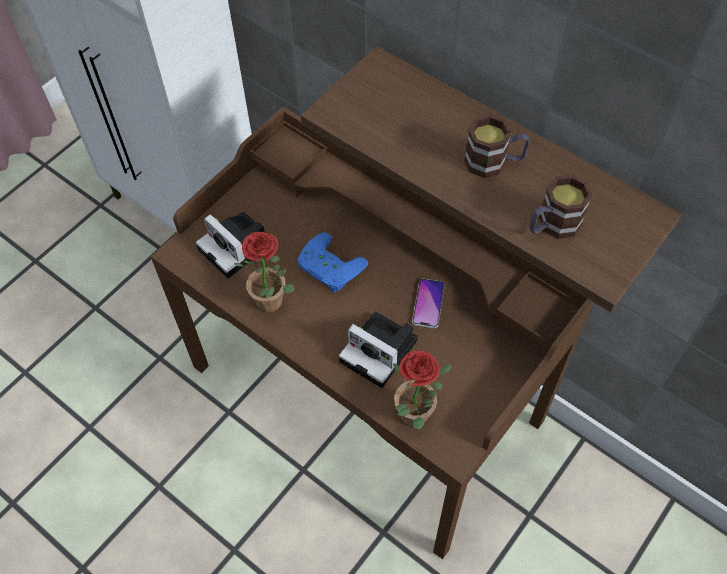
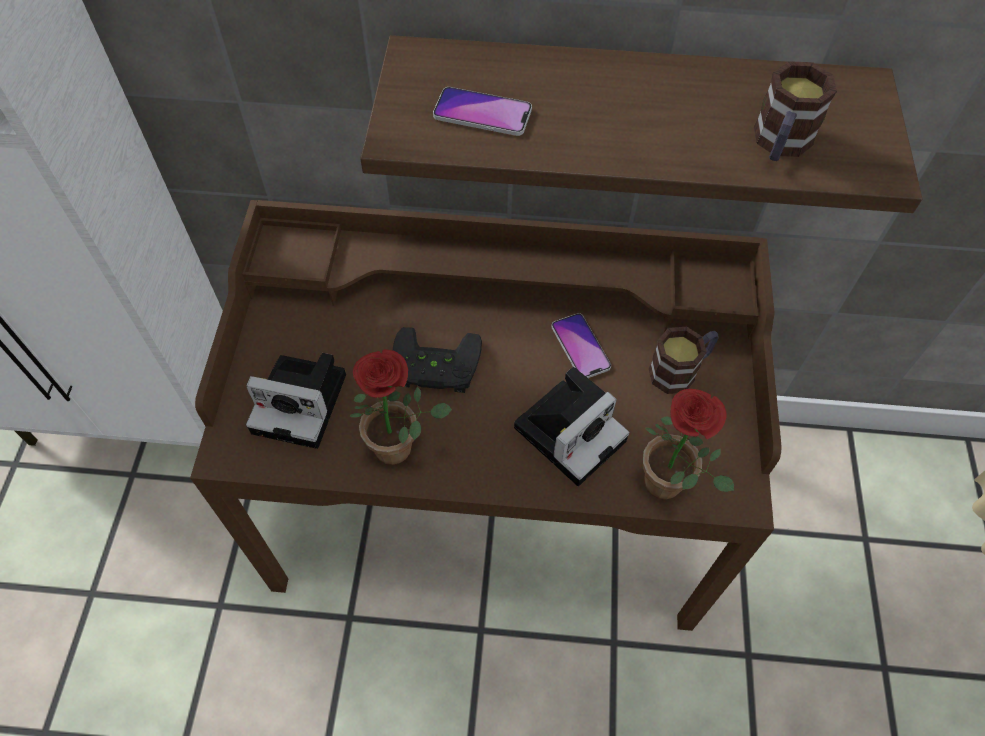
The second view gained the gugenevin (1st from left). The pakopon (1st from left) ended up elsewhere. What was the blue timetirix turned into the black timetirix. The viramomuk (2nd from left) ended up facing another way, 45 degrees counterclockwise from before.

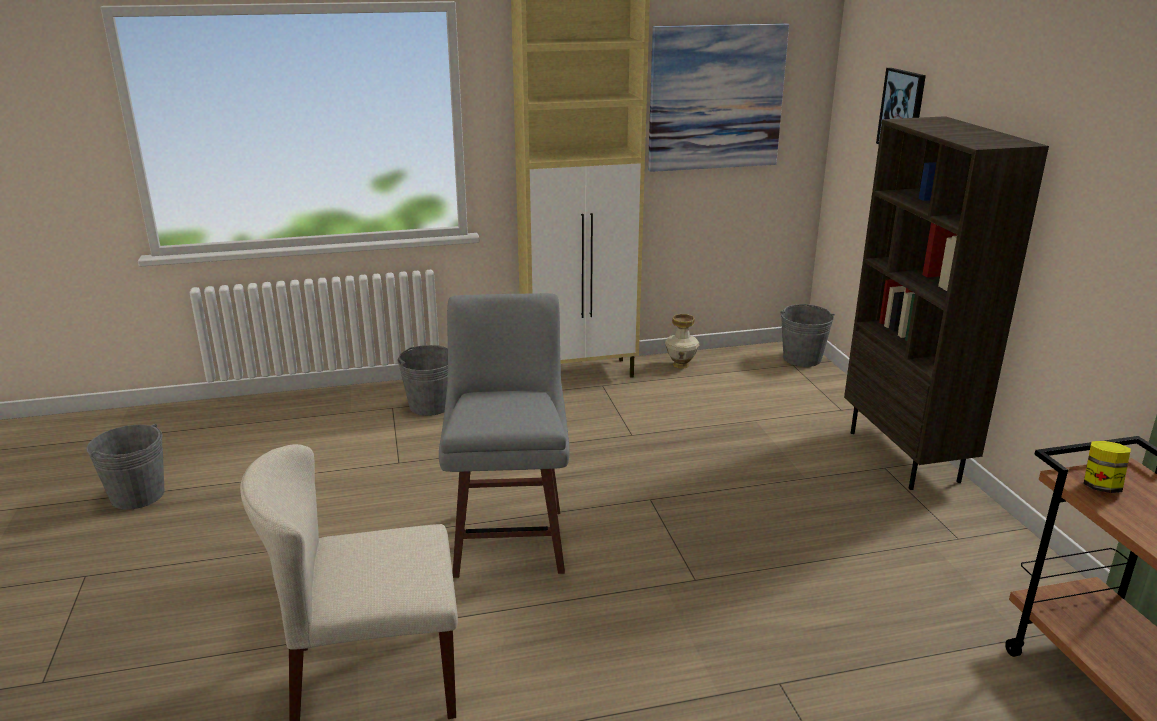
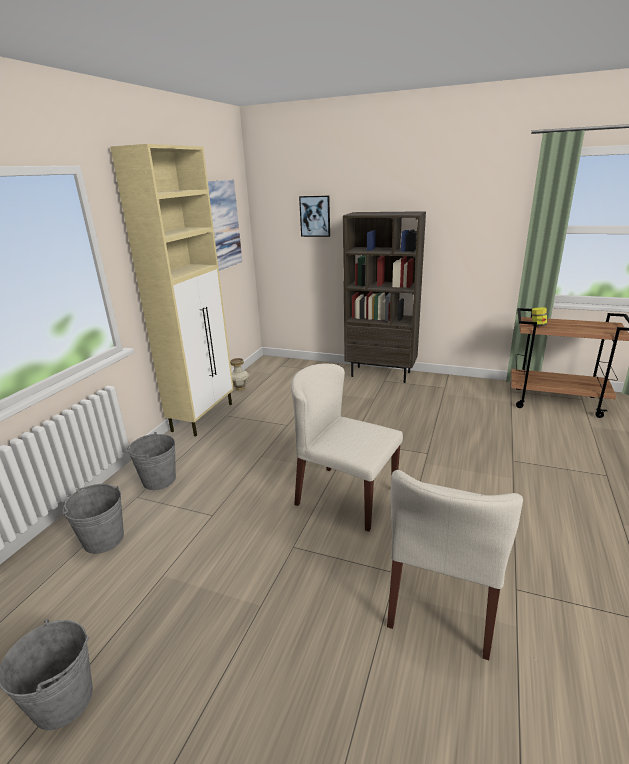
The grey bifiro (3rd from left in the first image) ended up elsewhere. Where the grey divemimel stood, the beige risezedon (1st from left) came to stand.

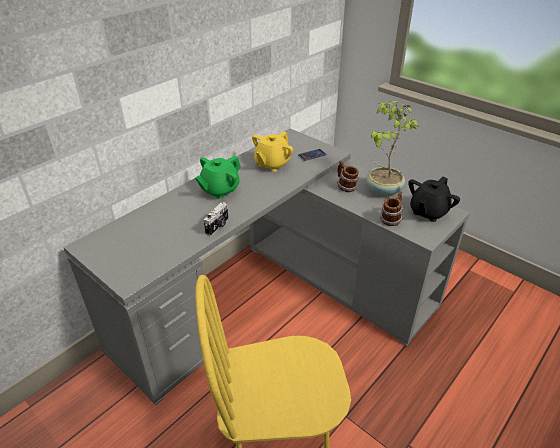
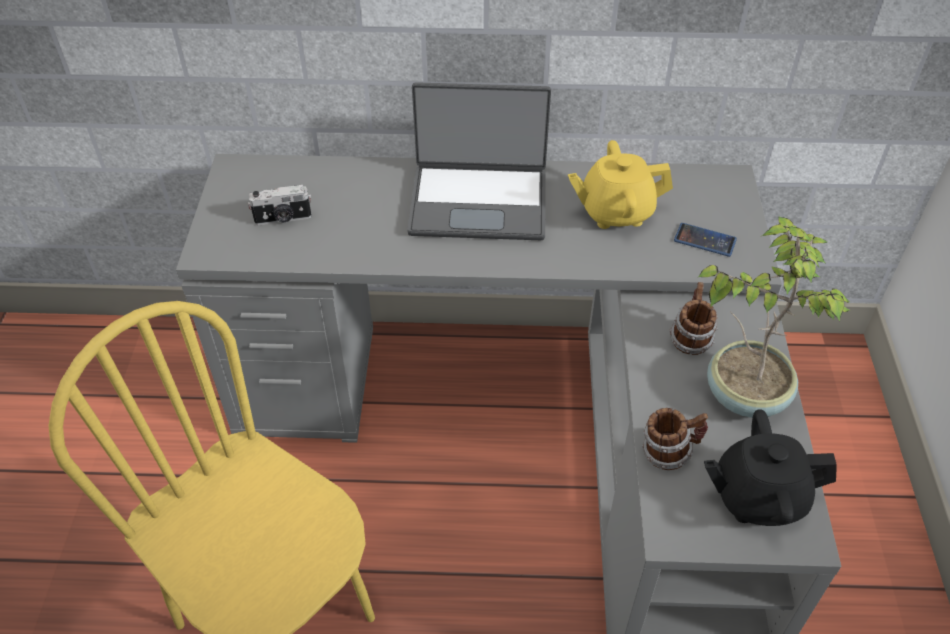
The viramomuk ended up elsewhere. Where the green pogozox stood, the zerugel came to stand.

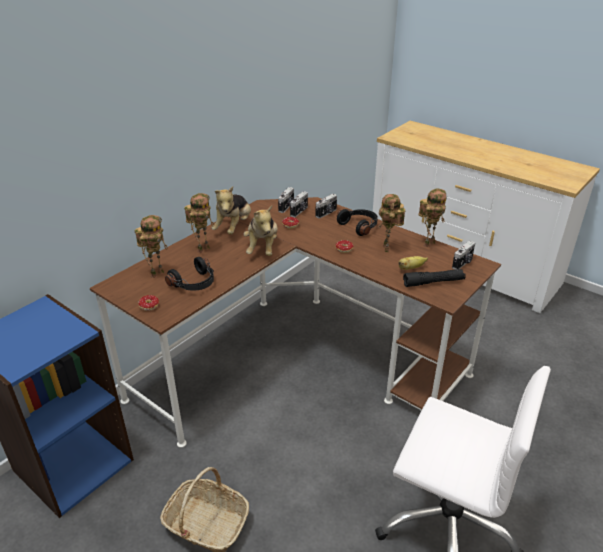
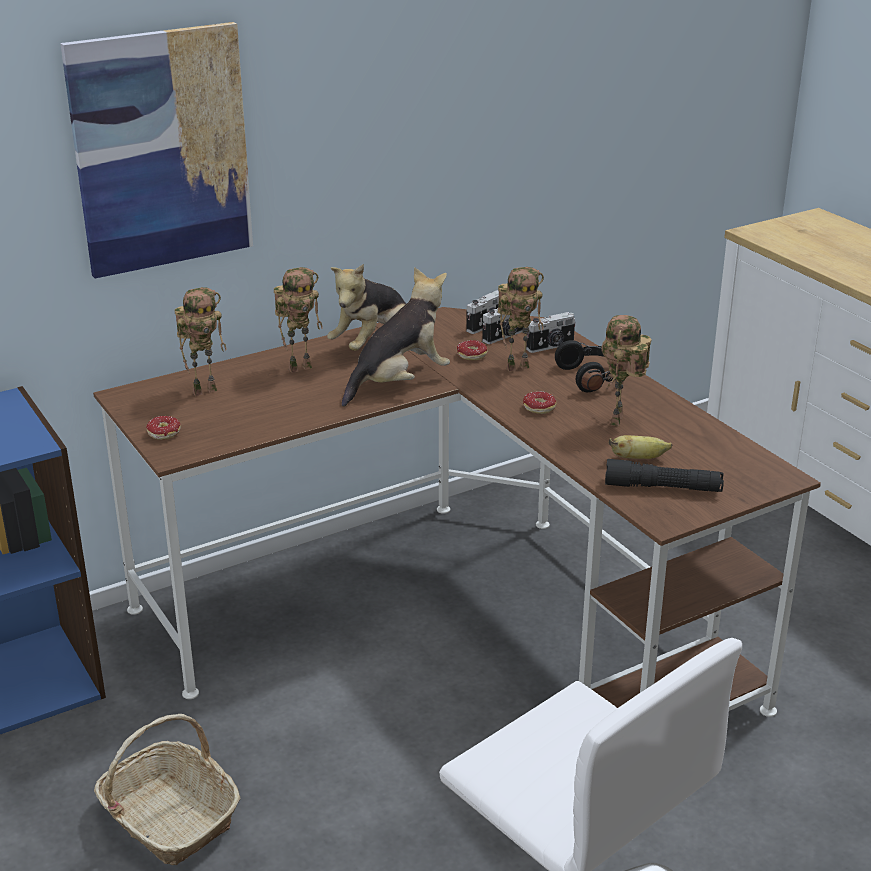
The second view lost the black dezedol (1st from left). The second view lost the viramomuk (4th from left). The second view gained the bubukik. The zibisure (4th from left in the first image) ended up elsewhere. The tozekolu (2nd from left) ended up facing another way, 150 degrees counterclockwise from before.

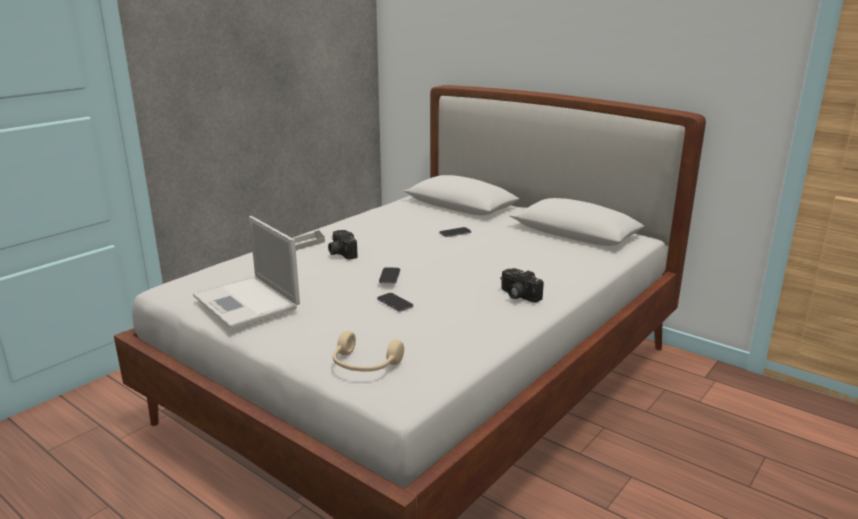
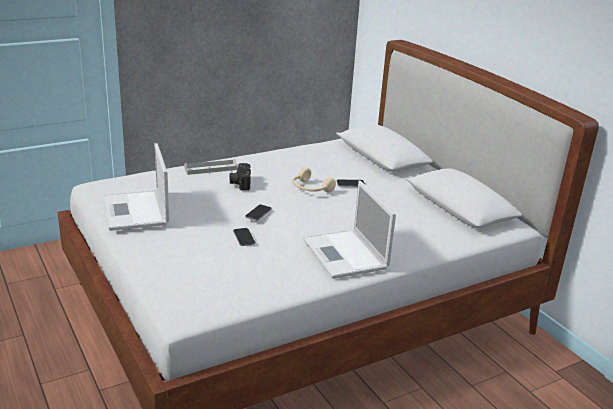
The beige dezedol ended up elsewhere. Where the viramomuk (2nd from left) stood, the zerugel (2nd from left) came to stand.

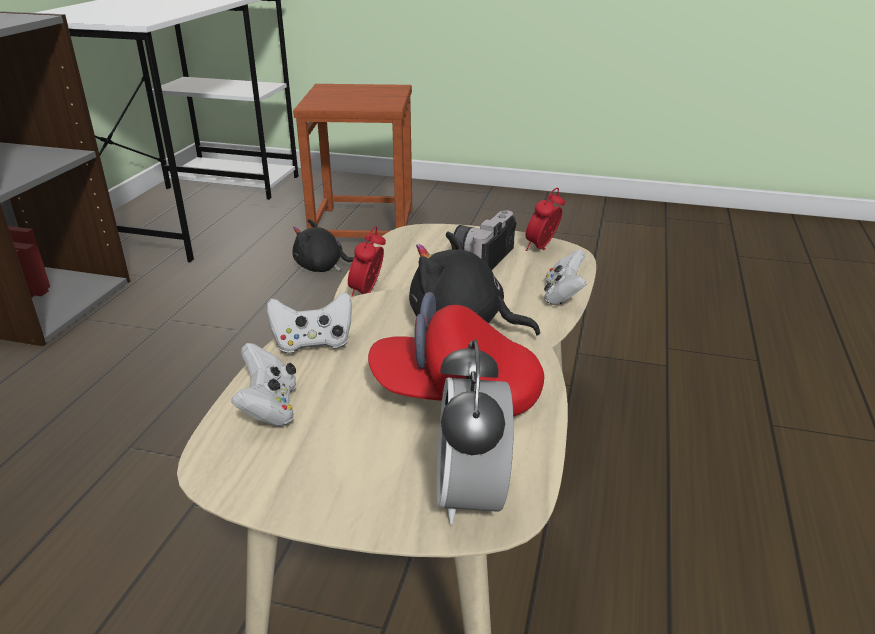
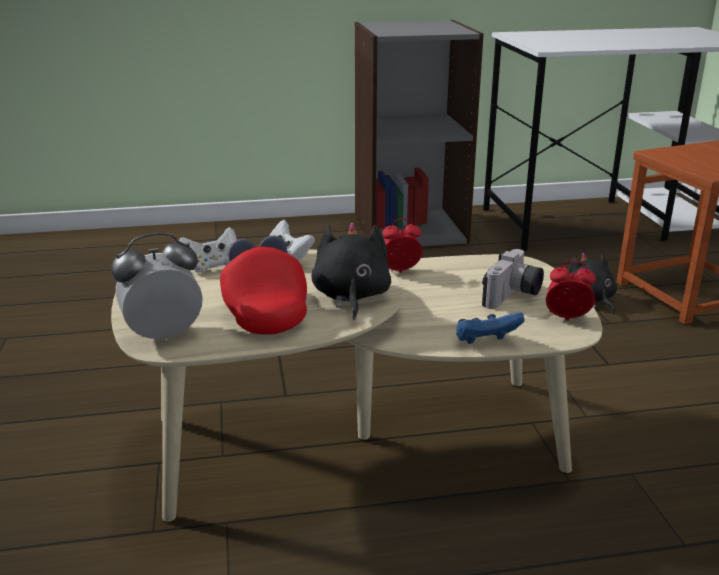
What was the white timetirix (3rd from left) turned into the blue timetirix. The viramomuk ended up facing another way, 120 degrees clockwise from before.

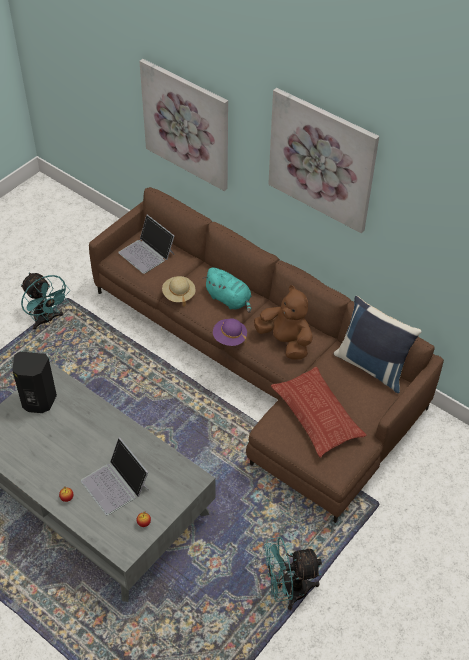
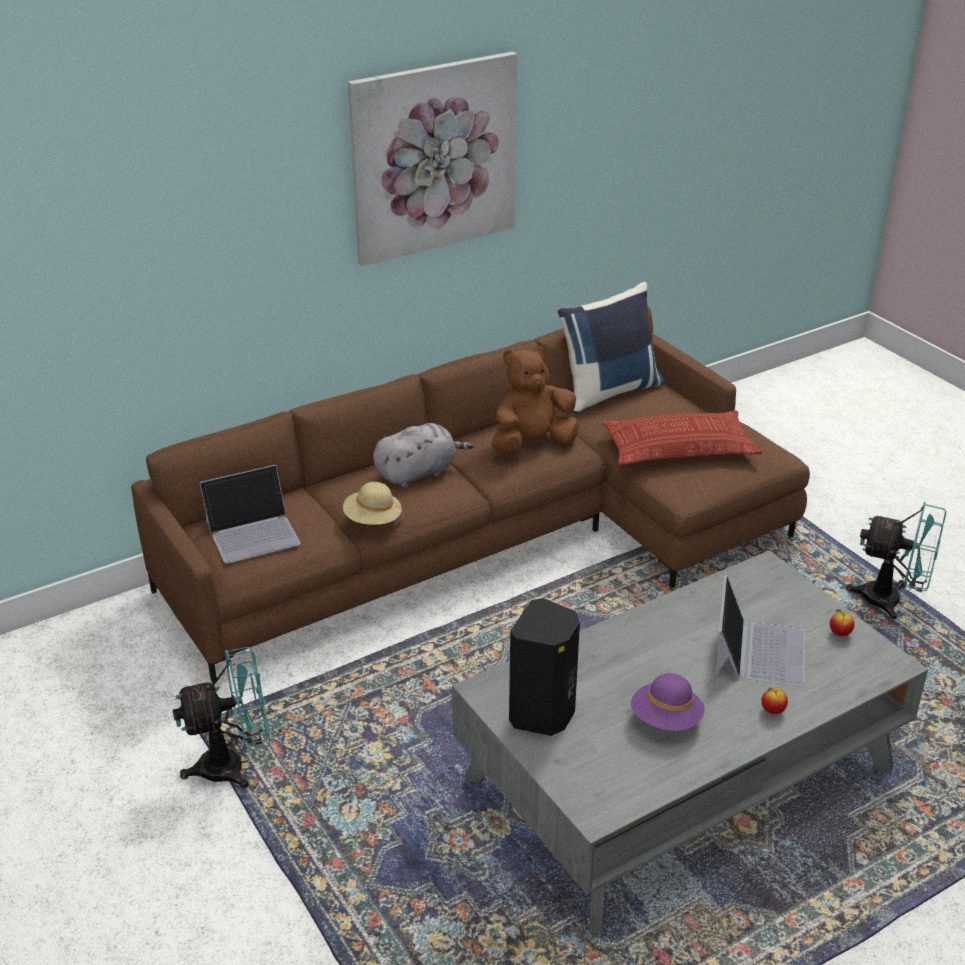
The second view lost the bubukik (1st from left). The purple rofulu ended up elsewhere. What was the turquoise tozekolu turned into the grey tozekolu. The zerugel (1st from left in the first image) ended up facing another way, 60 degrees counterclockwise from before. The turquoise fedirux (2nd from left) ended up facing another way, 75 degrees counterclockwise from before.

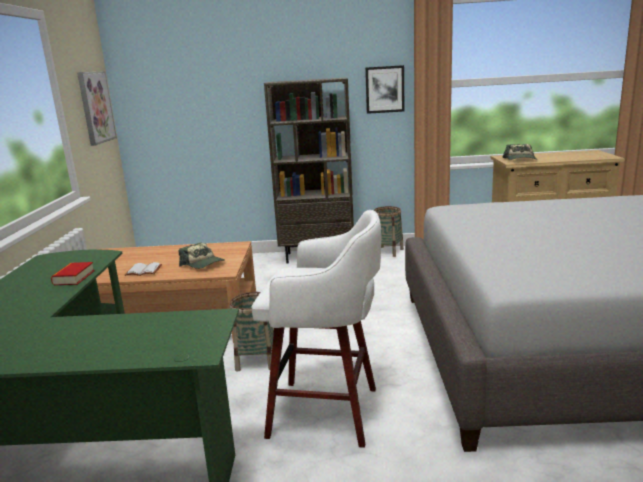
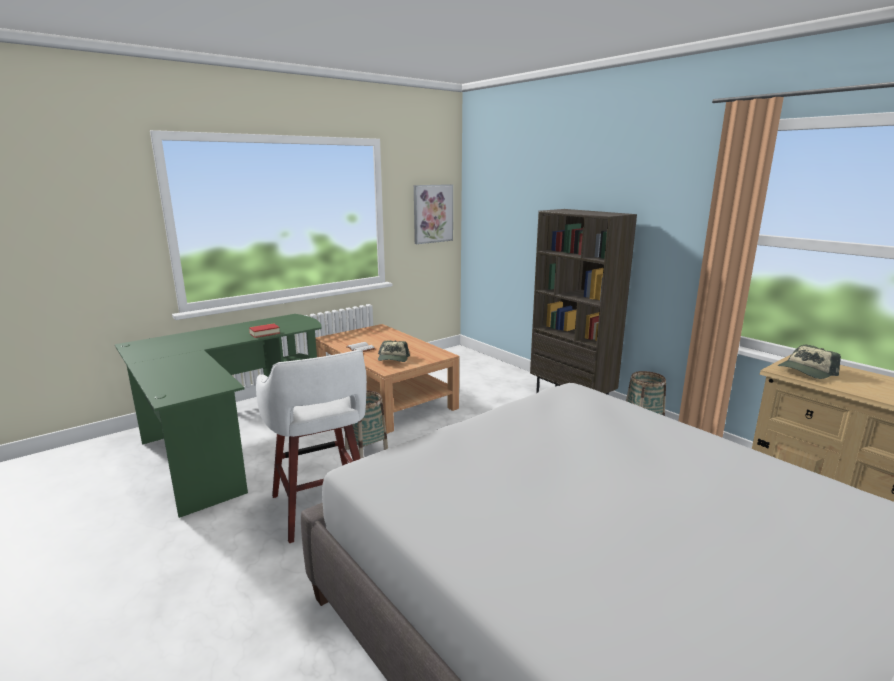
The second view lost the bubukik (2nd from left).

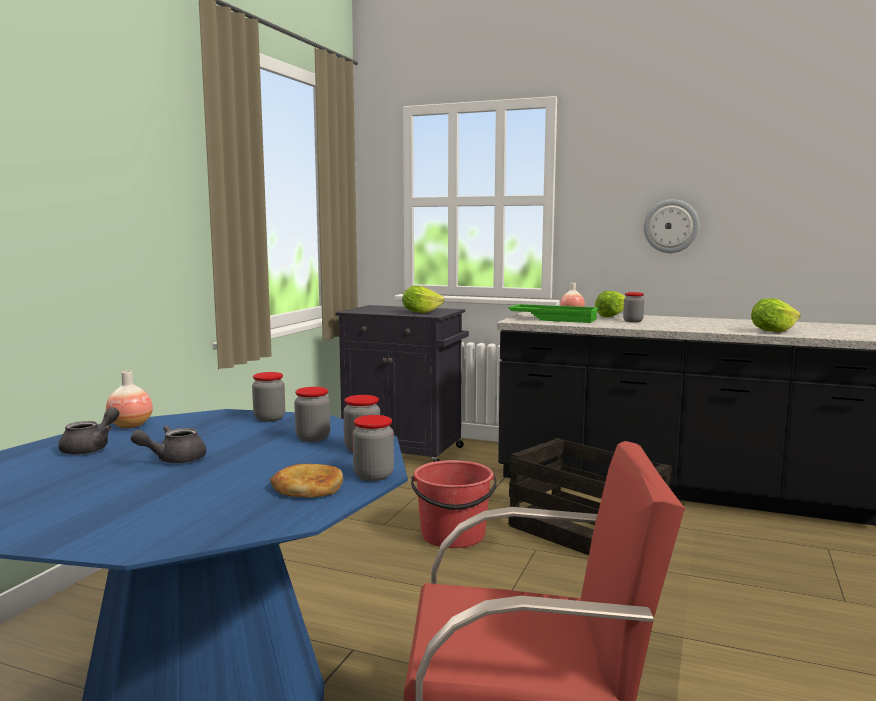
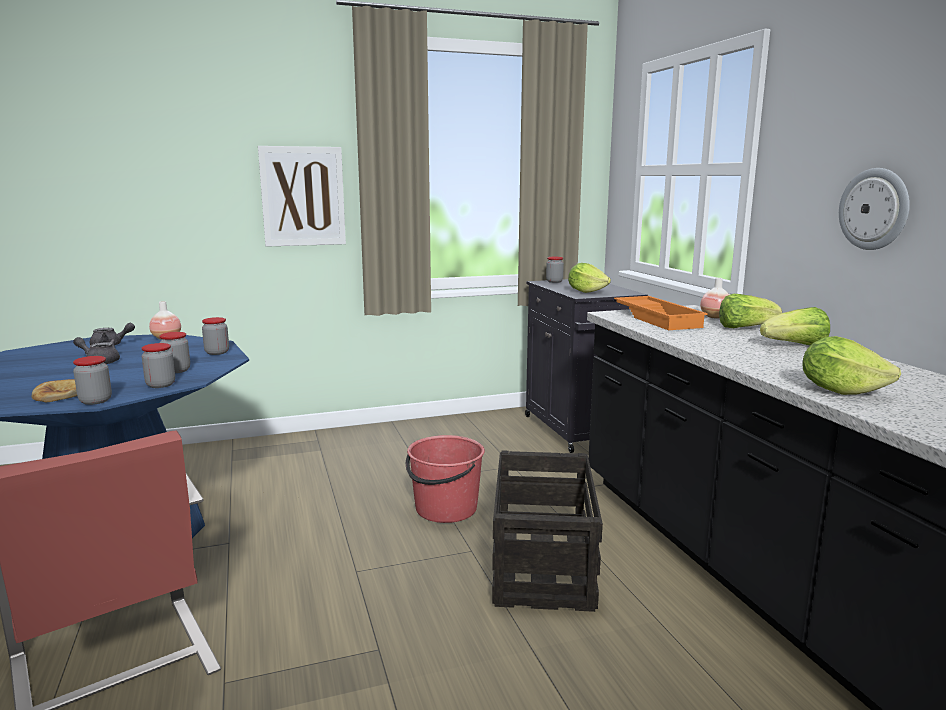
The second view gained the bubukik. The second view gained the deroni (3rd from left). The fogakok (5th from left) ended up elsewhere. What was the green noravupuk turned into the orange noravupuk.

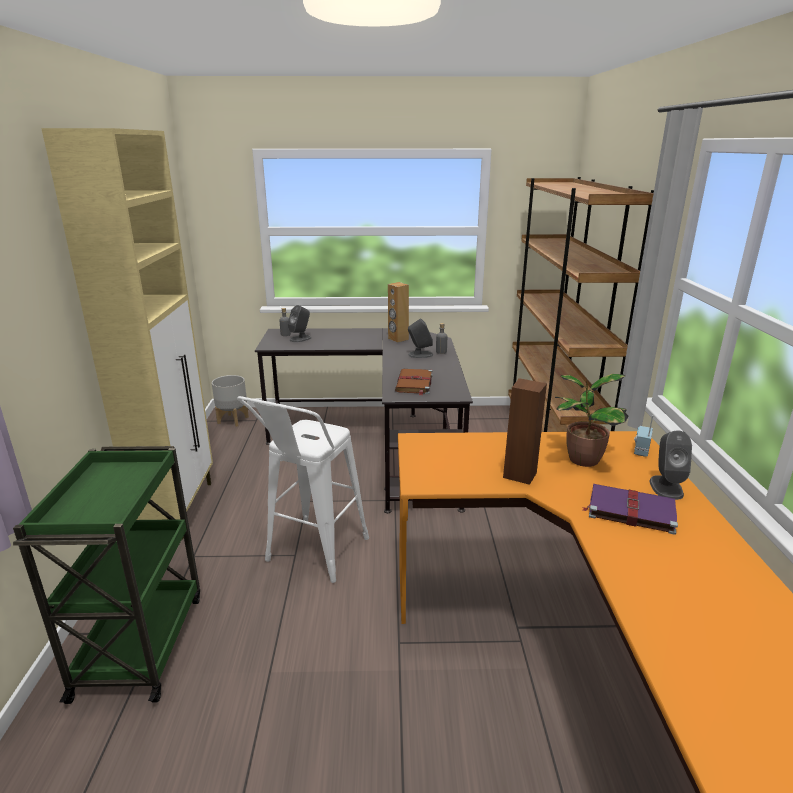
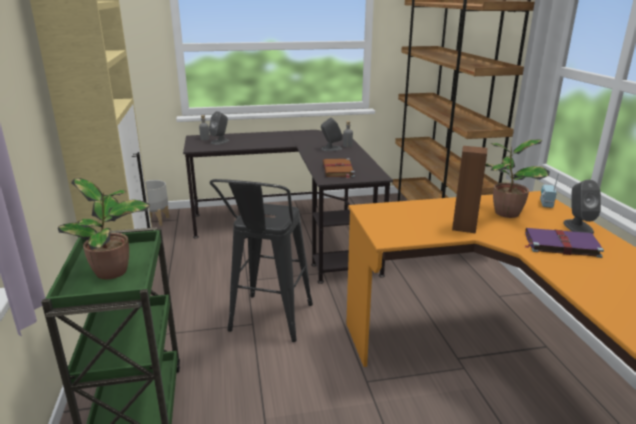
The second view lost the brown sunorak (1st from left). The second view gained the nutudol (1st from left). What was the white divemimel turned into the black divemimel.

